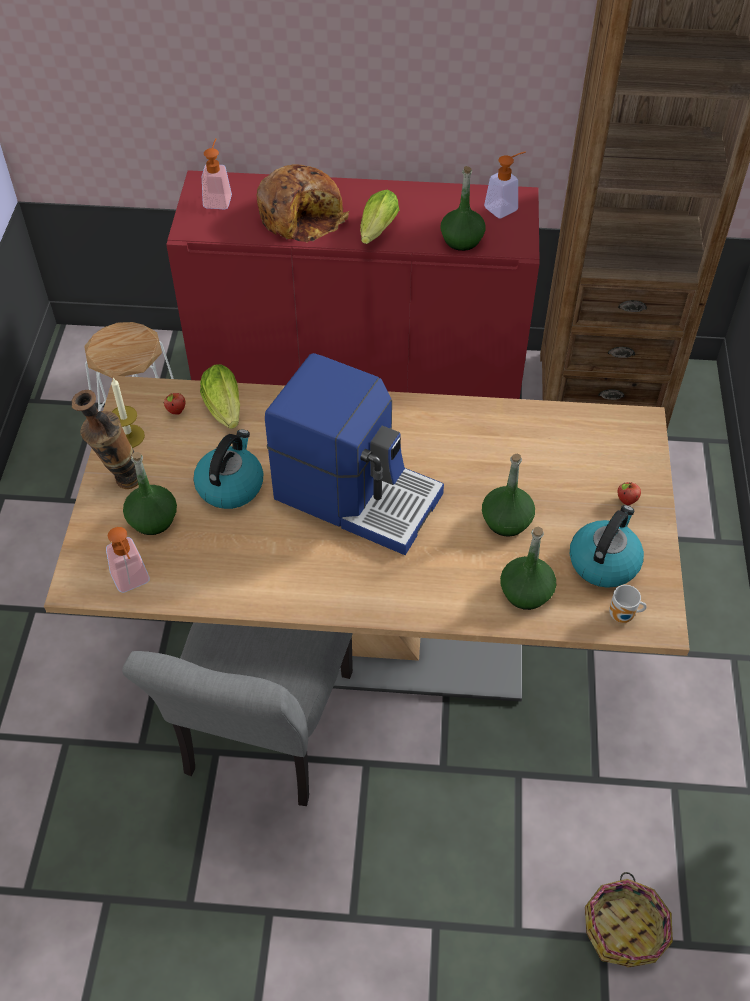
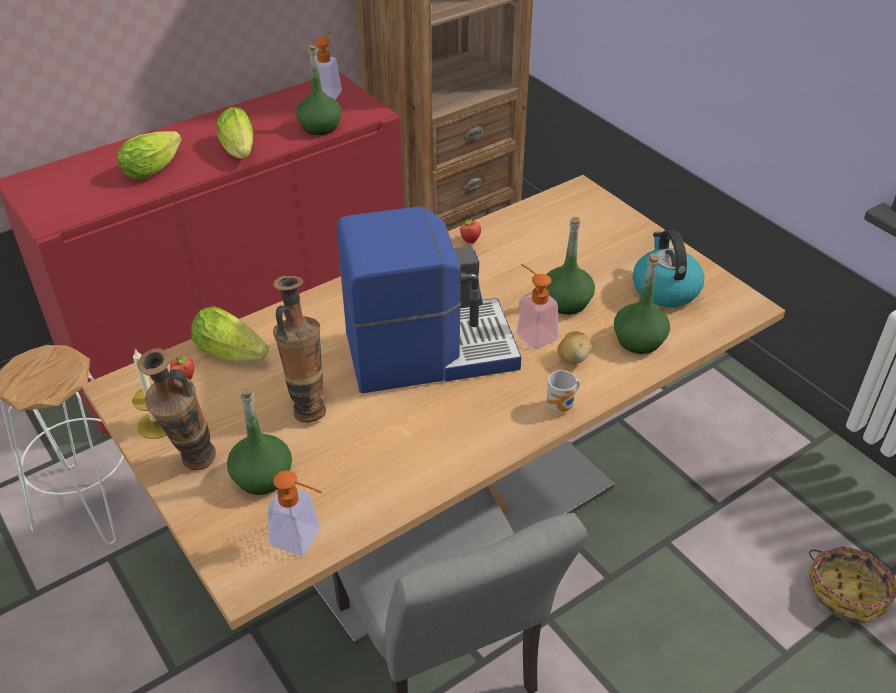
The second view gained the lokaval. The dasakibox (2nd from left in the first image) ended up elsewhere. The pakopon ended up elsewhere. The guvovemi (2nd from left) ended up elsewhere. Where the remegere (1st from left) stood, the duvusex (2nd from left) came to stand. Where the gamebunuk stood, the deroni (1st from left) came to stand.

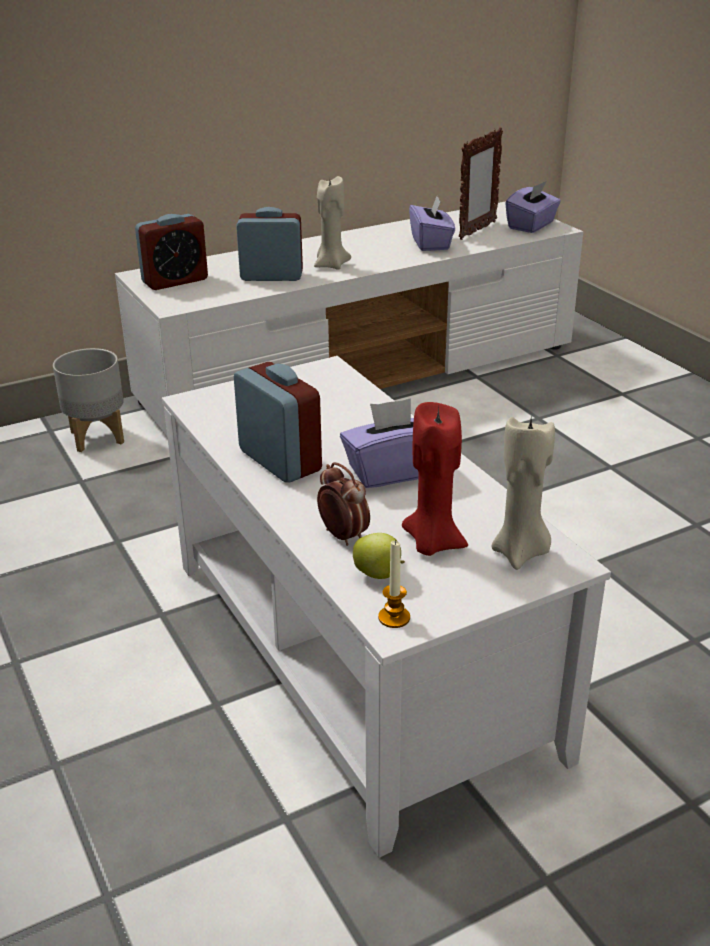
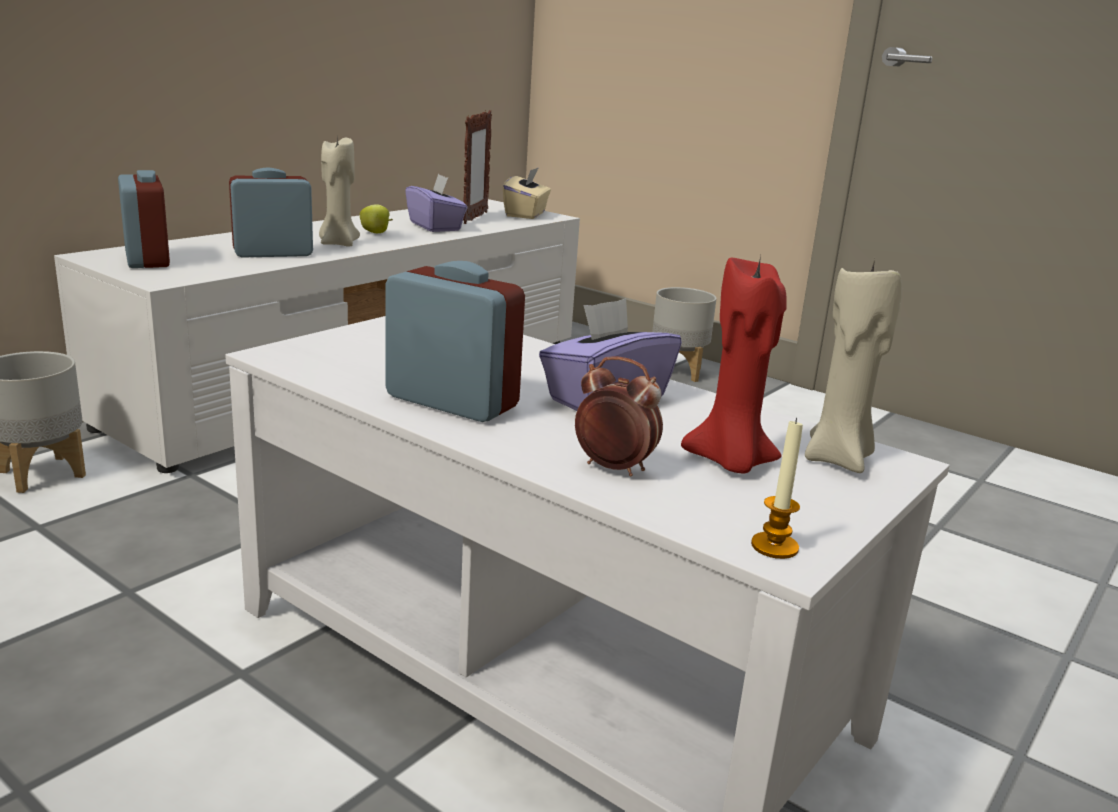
The second view gained the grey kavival (2nd from left). The guvovemi ended up elsewhere. What was the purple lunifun (3rd from left) turned into the beige lunifun. The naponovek (1st from left) ended up facing another way, 60 degrees counterclockwise from before.

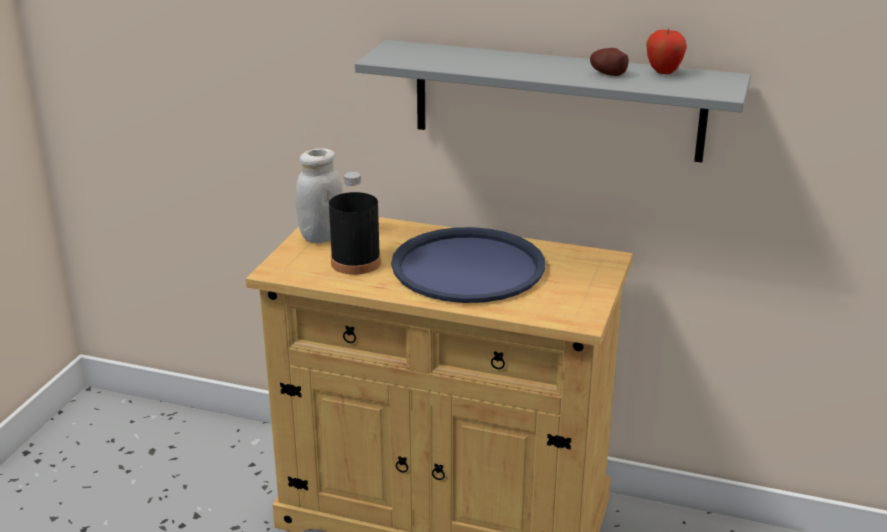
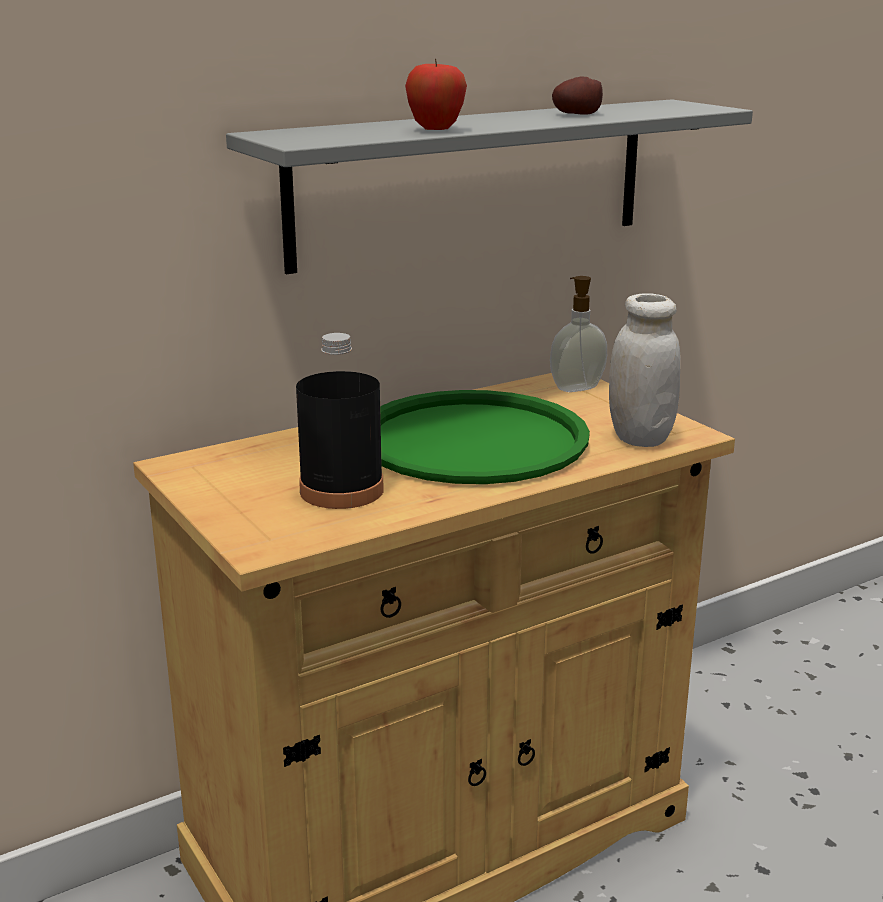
The second view gained the dasakibox. The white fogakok ended up elsewhere. The guvovemi ended up elsewhere. What was the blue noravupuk turned into the green noravupuk.

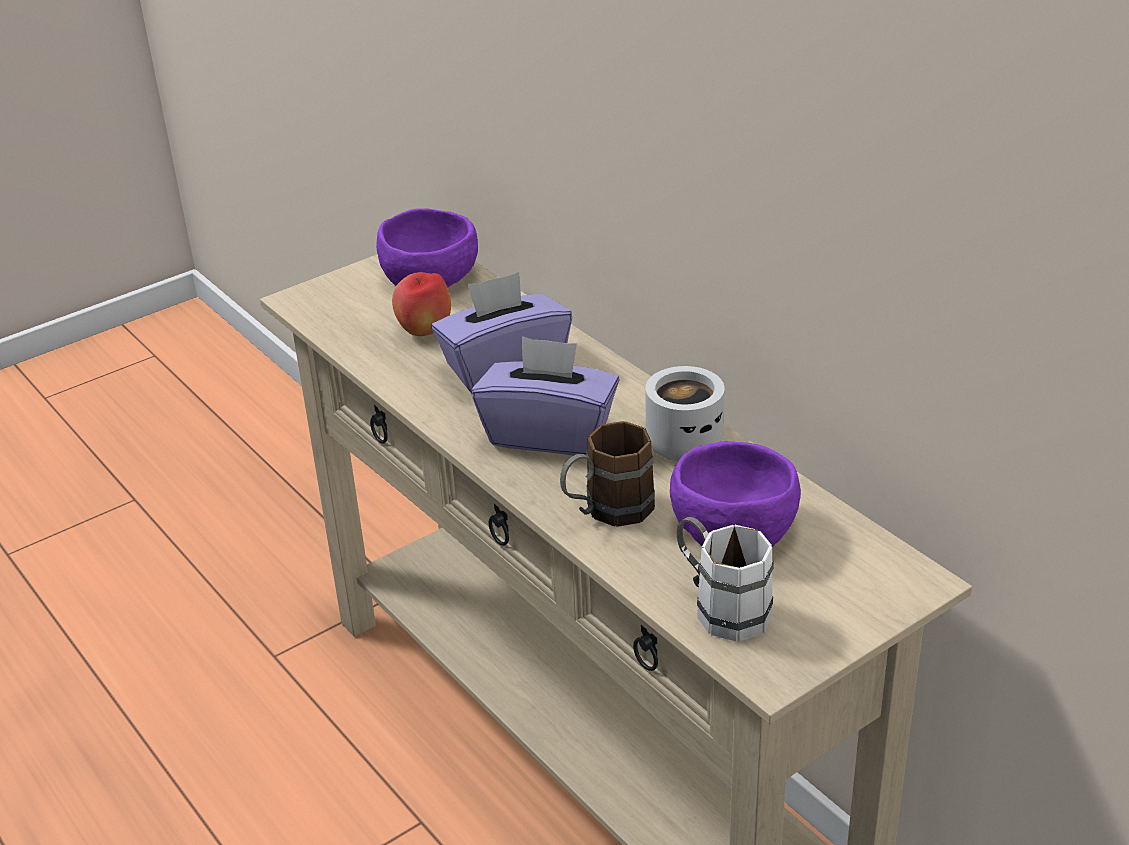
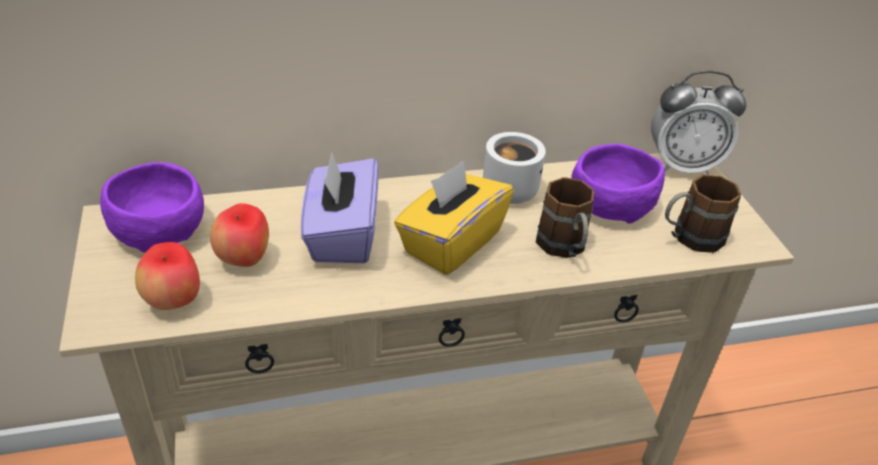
The second view gained the guvovemi (1st from left). The second view gained the naponovek. What was the purple lunifun (2nd from left) turned into the yellow lunifun. What was the white pakopon (2nd from left) turned into the brown pakopon (2nd from left).

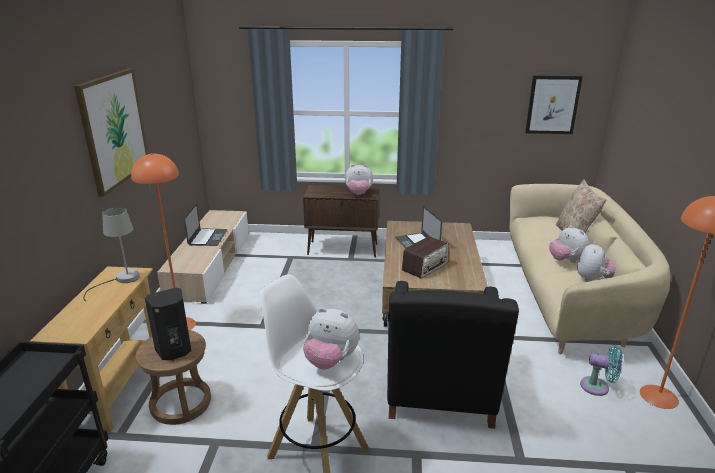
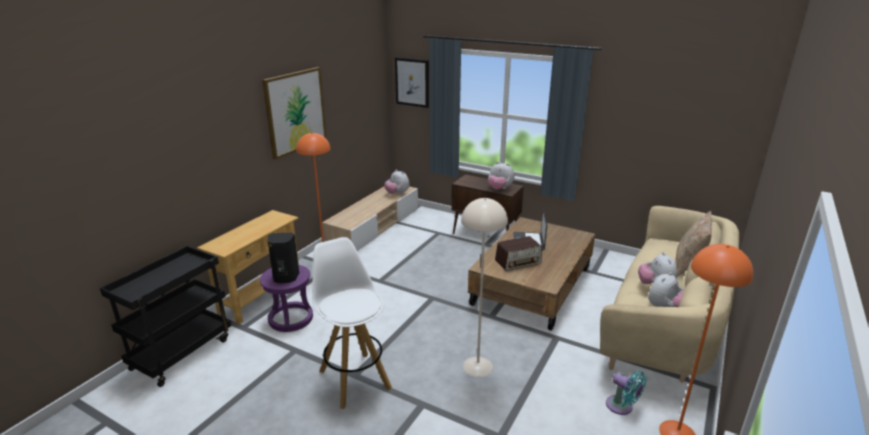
The second view lost the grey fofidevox. The second view lost the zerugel (1st from left). The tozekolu (1st from left) ended up elsewhere. The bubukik (2nd from left) ended up elsewhere. Where the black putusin stood, the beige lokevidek came to stand. What was the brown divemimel turned into the purple divemimel.

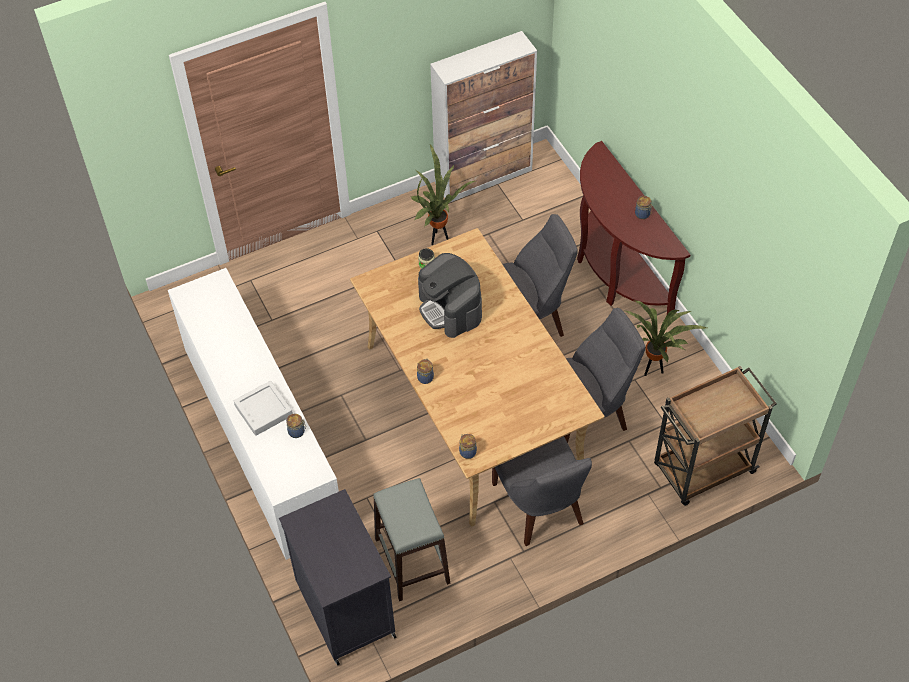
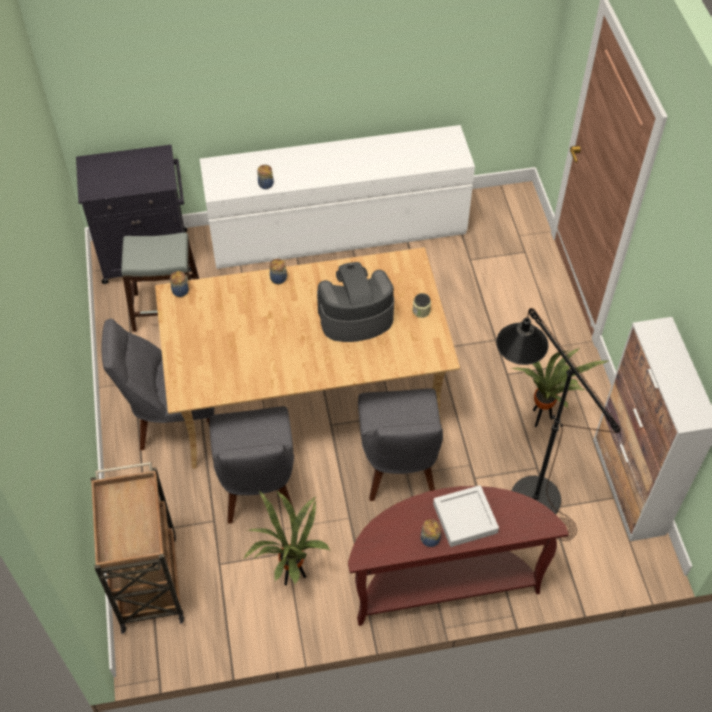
The second view gained the black lokevidek. The grey noravupuk ended up elsewhere.

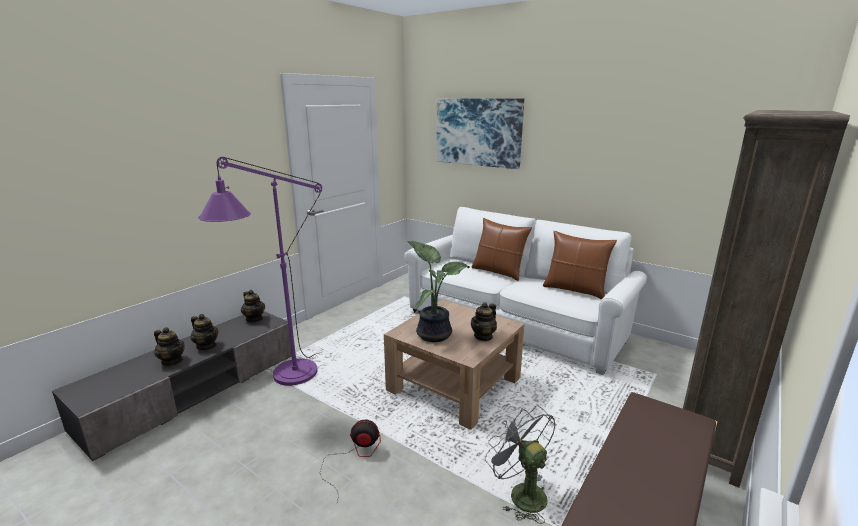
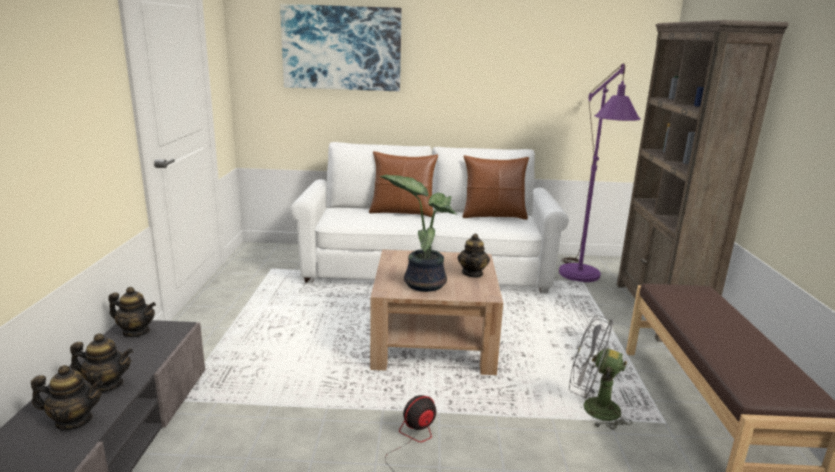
The purple lokevidek ended up elsewhere.

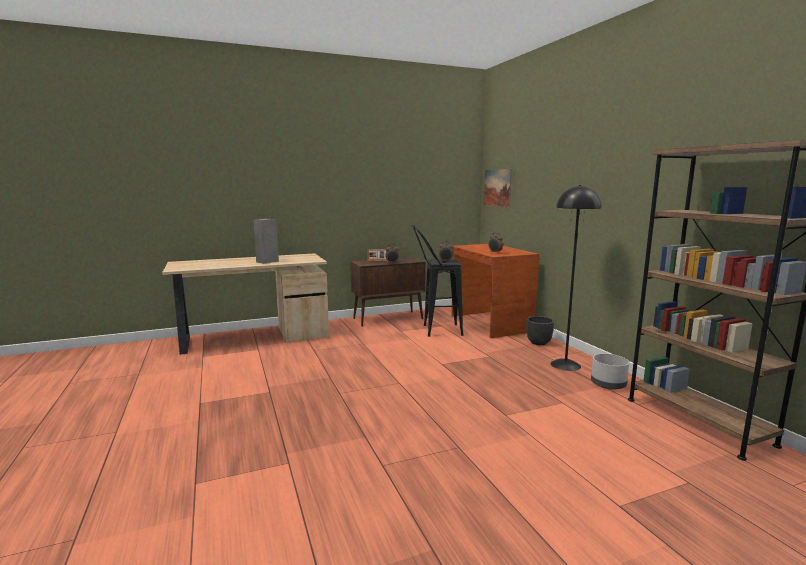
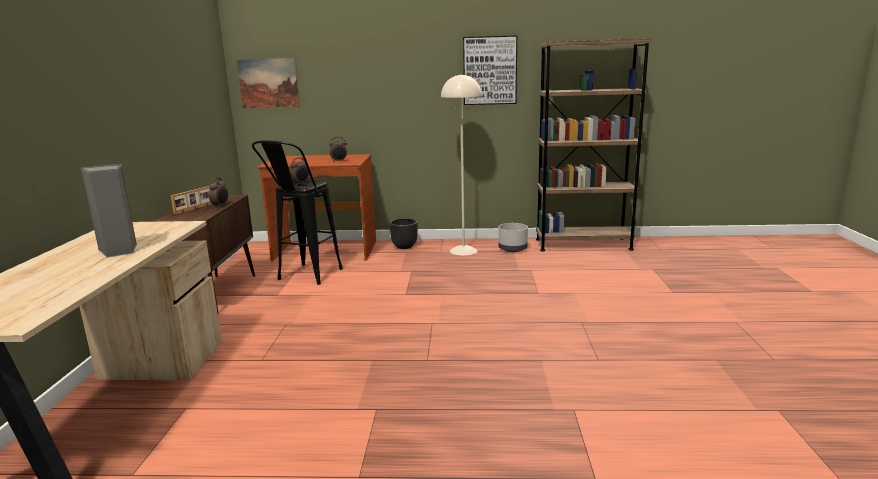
The second view gained the bubukik (2nd from left). What was the black lokevidek turned into the beige lokevidek.

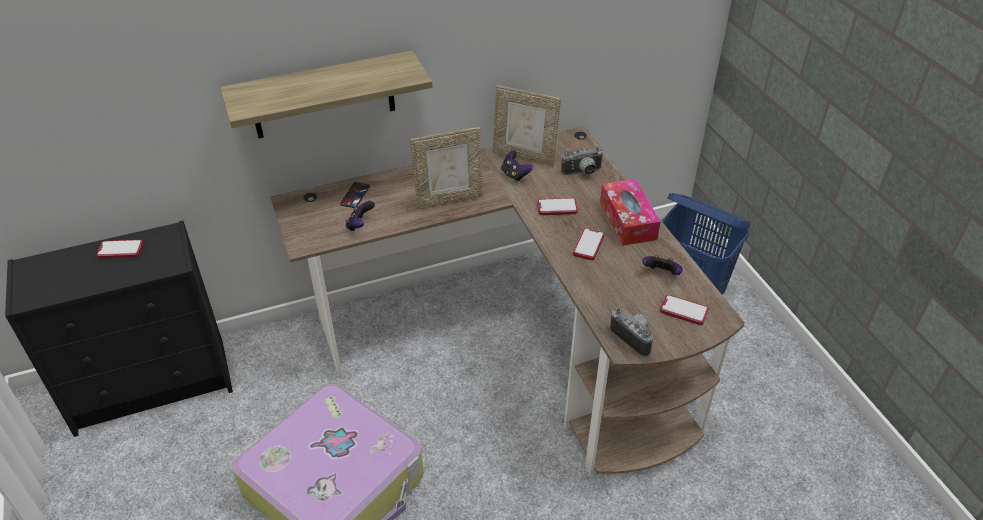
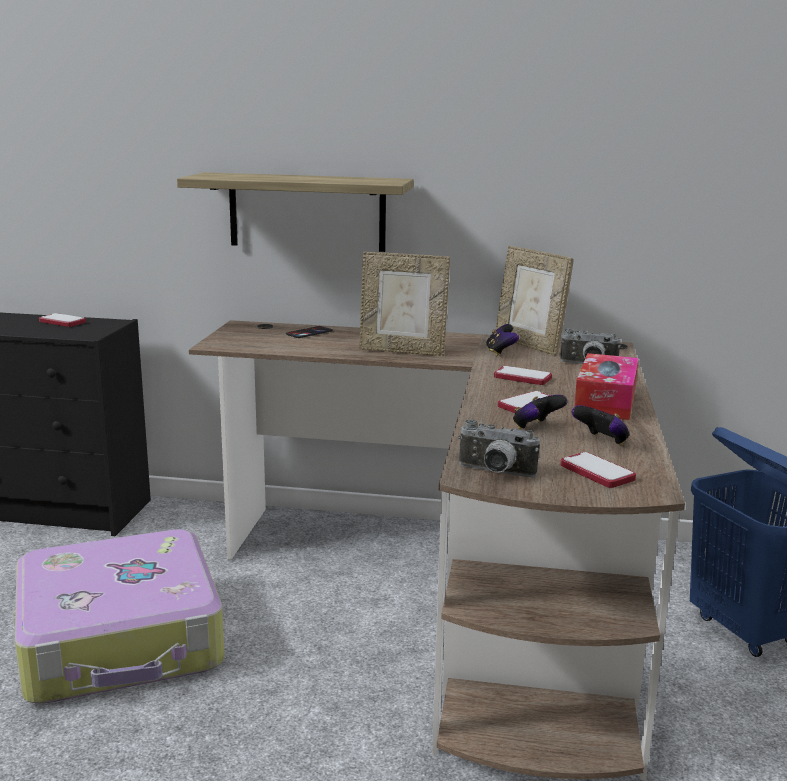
The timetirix (1st from left in the first image) ended up elsewhere. The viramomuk (2nd from left in the first image) ended up facing another way, 120 degrees clockwise from before.

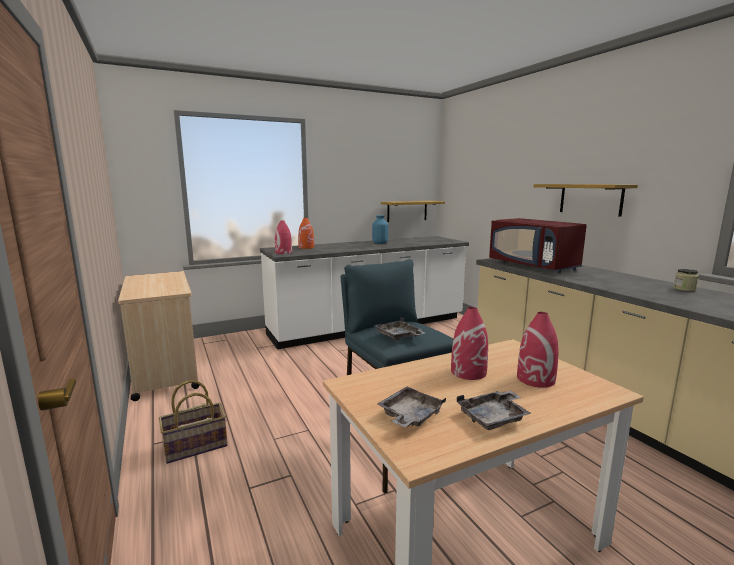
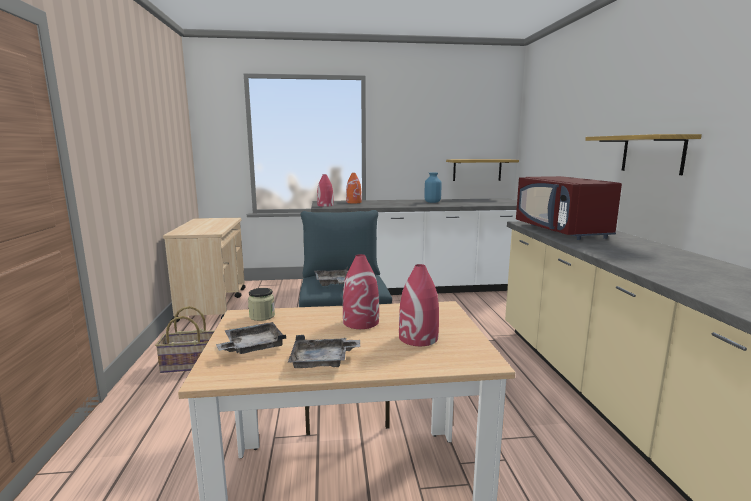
The fogakok ended up elsewhere.

